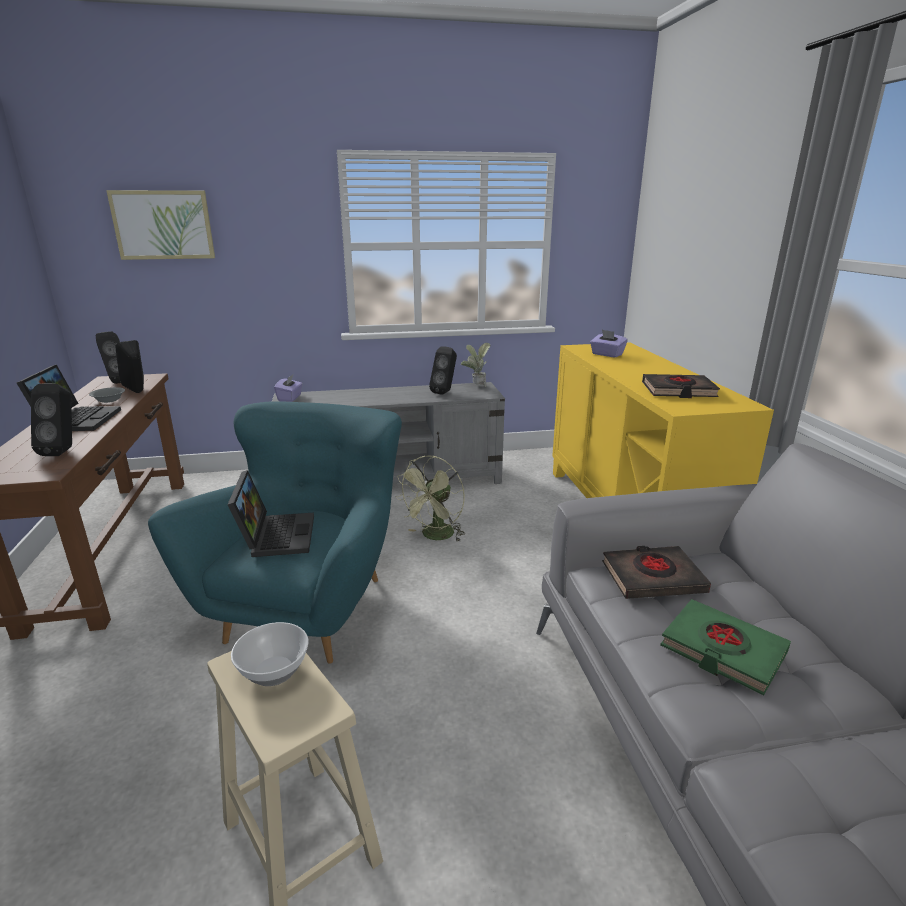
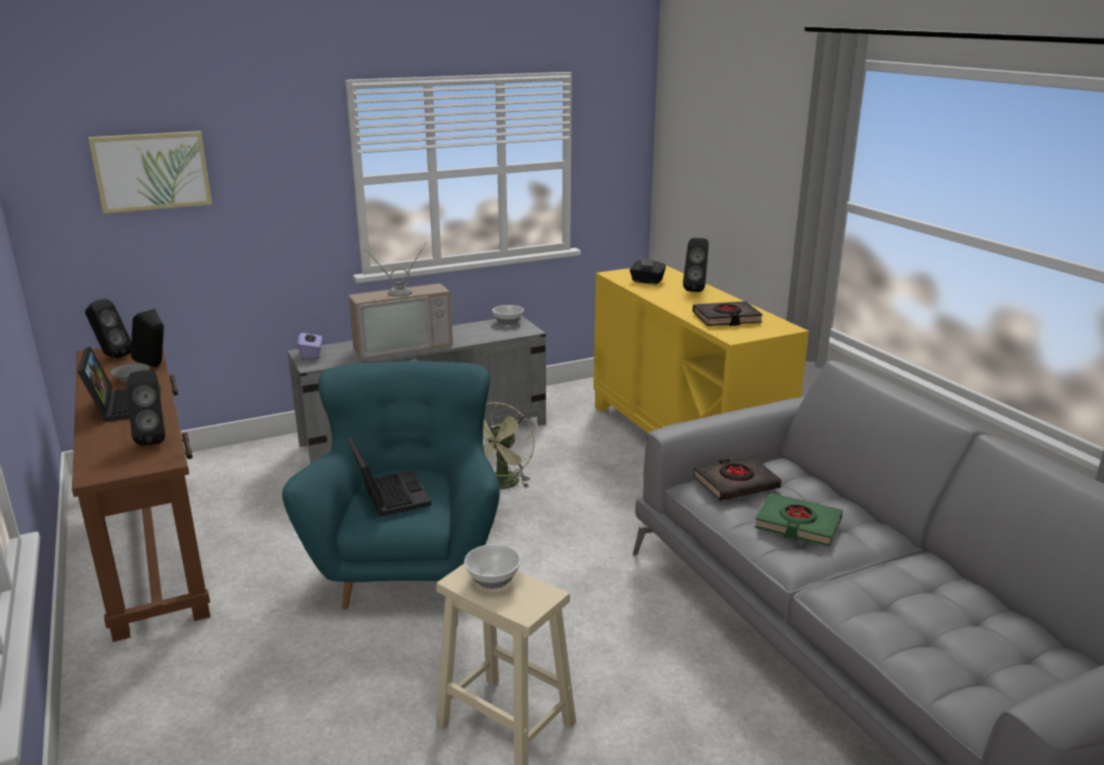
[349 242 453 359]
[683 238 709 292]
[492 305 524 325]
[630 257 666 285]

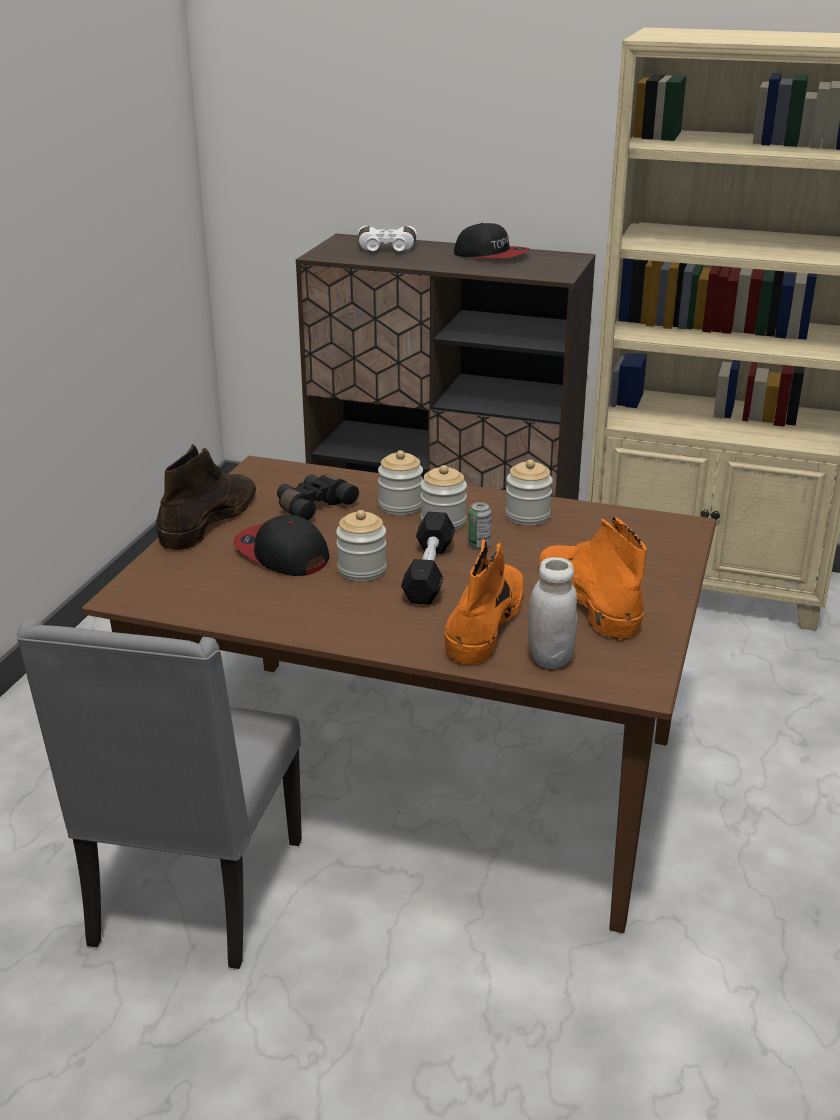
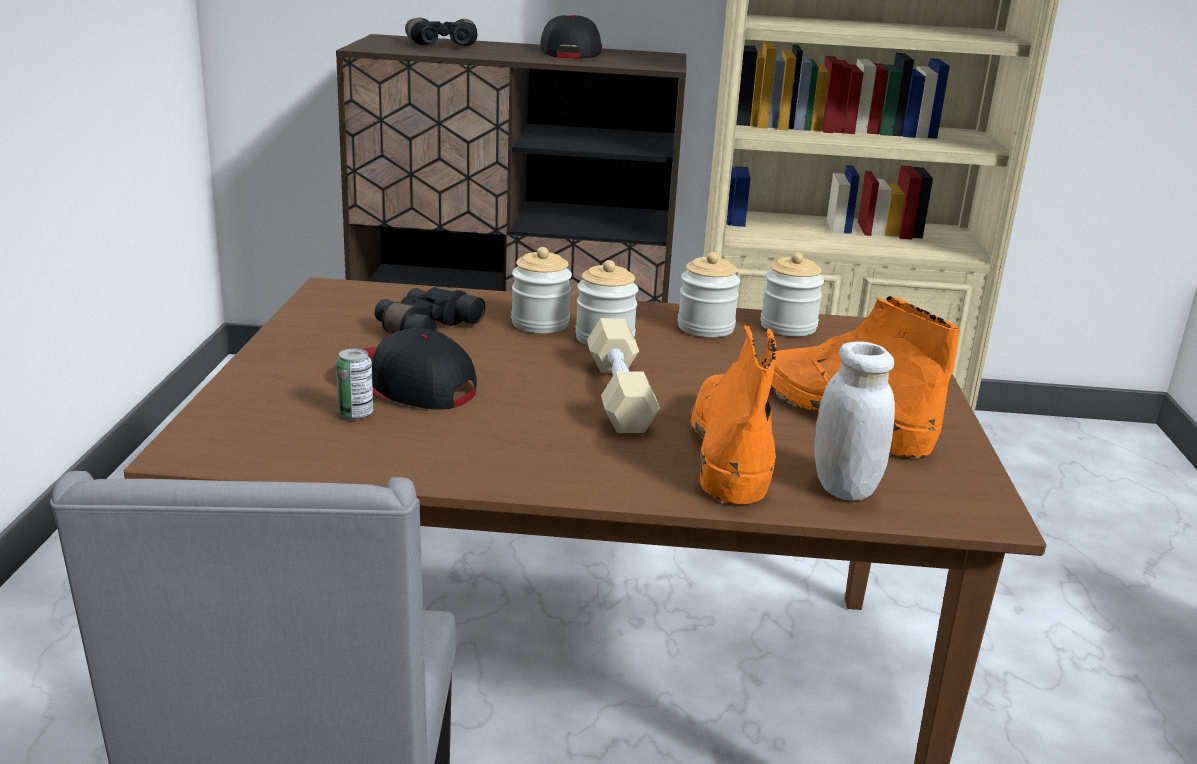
[156 444 256 550] (first image)
[761 252 824 336]
[336 349 373 420]
[405 18 478 46]
[587 318 660 433]
[540 15 602 58]

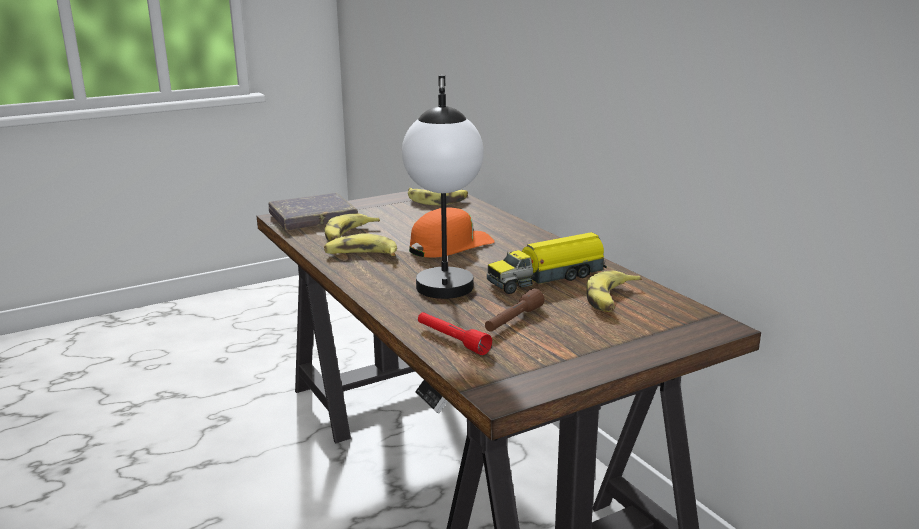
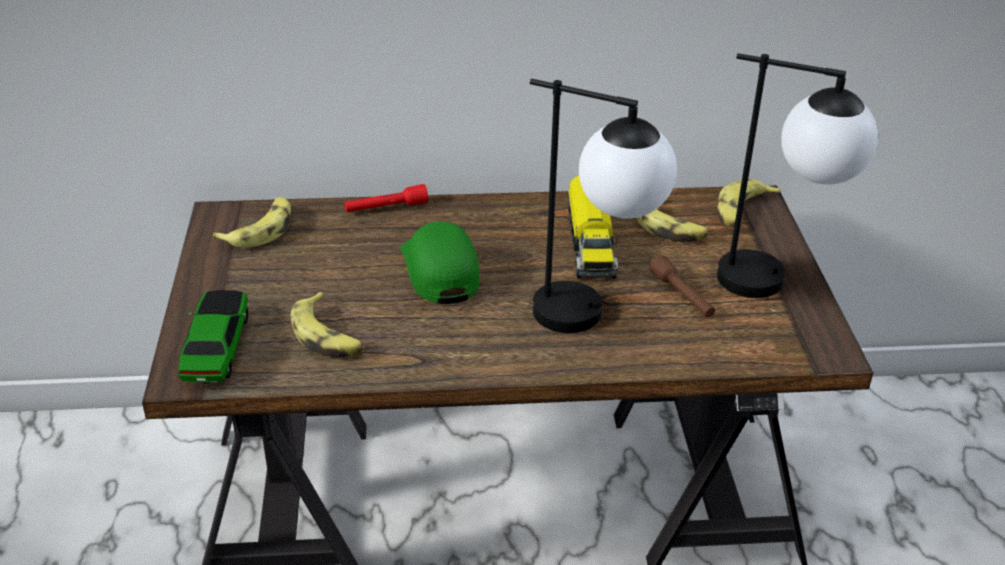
[717 53 878 298]
[717 179 781 229]
[345 184 428 212]
[178 290 248 383]
[400 222 480 304]

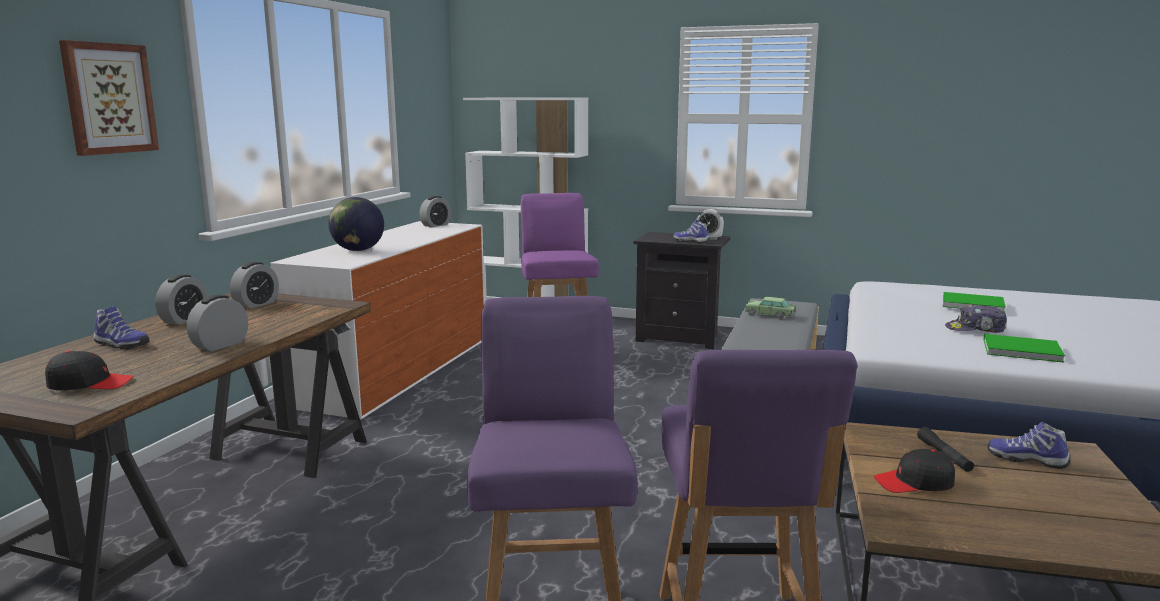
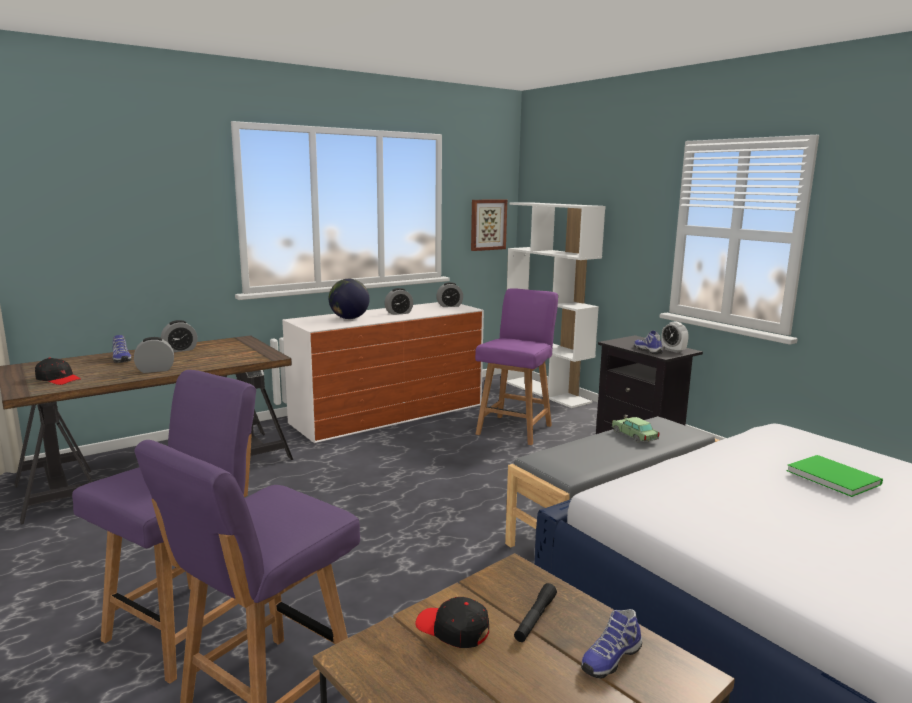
[945 304 1007 333] (first image)
[983 334 1065 363] (first image)
[471 200 507 251]
[385 288 413 315]
[581 609 642 679]

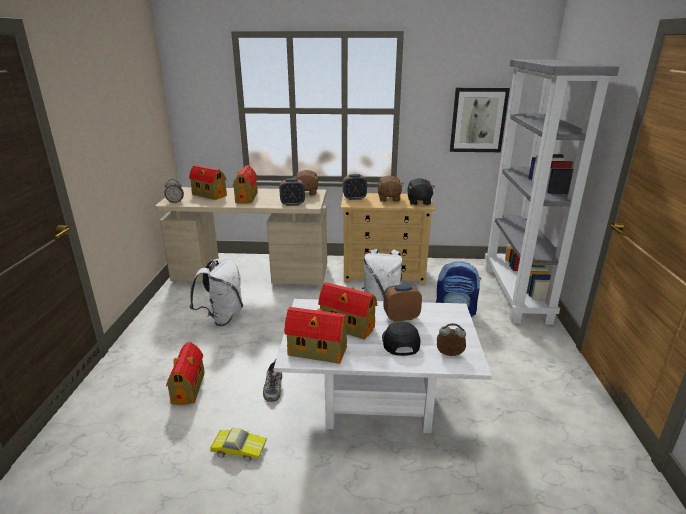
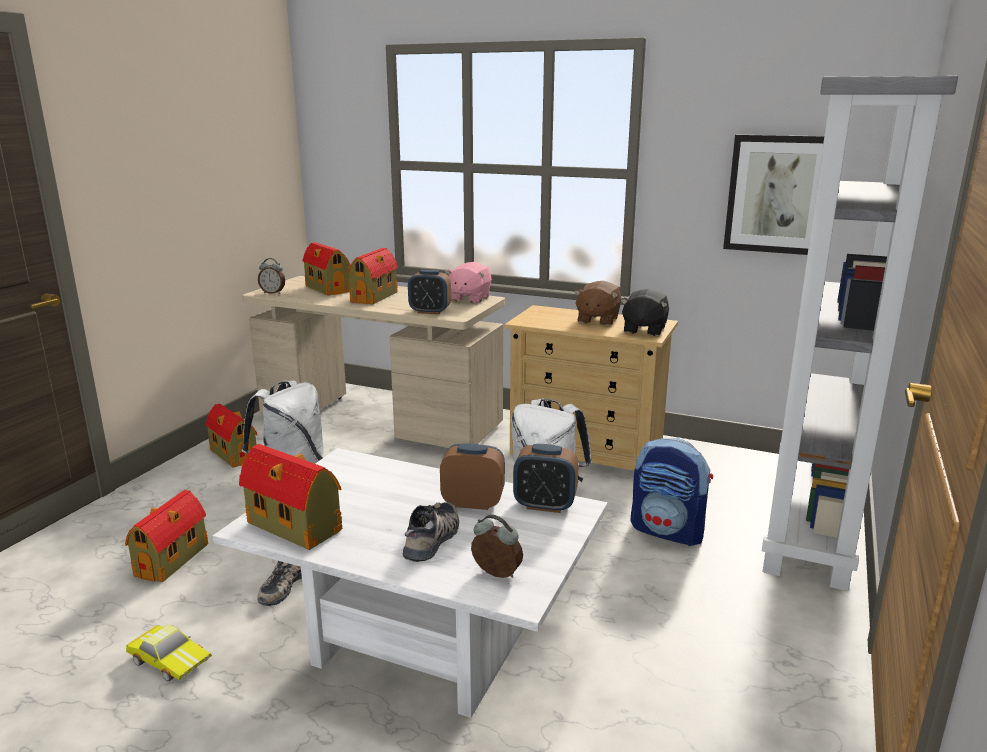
[206 403 257 468]
[513 444 579 513]
[403 502 459 562]
[445 262 492 304]

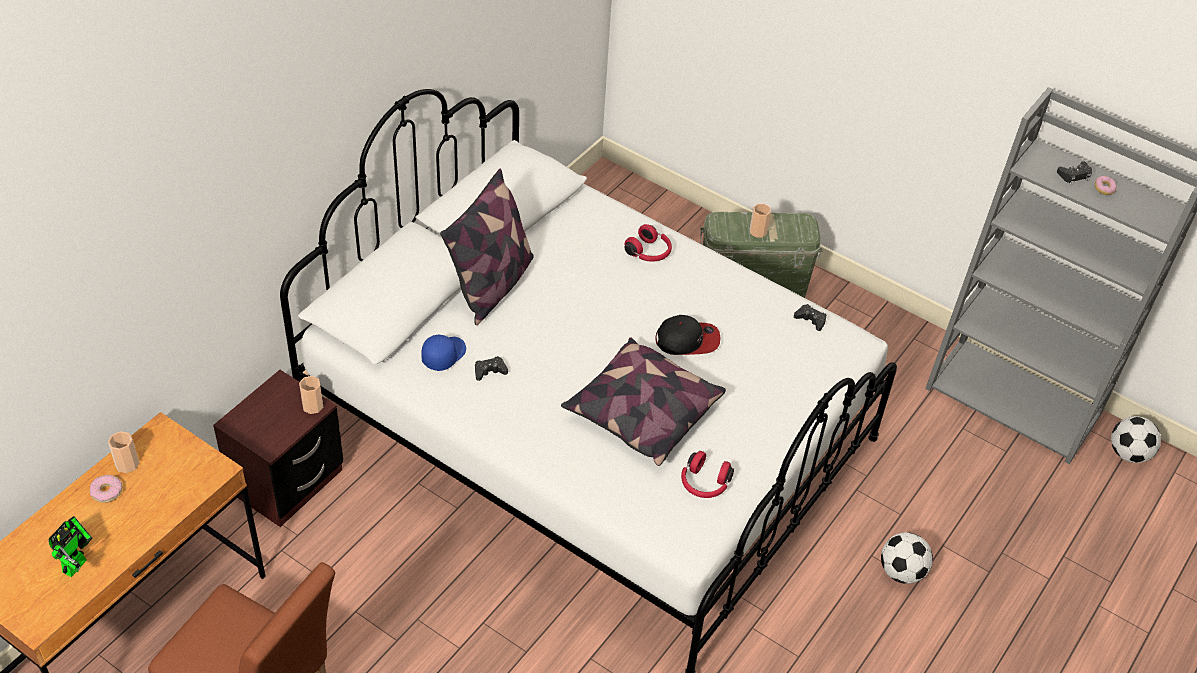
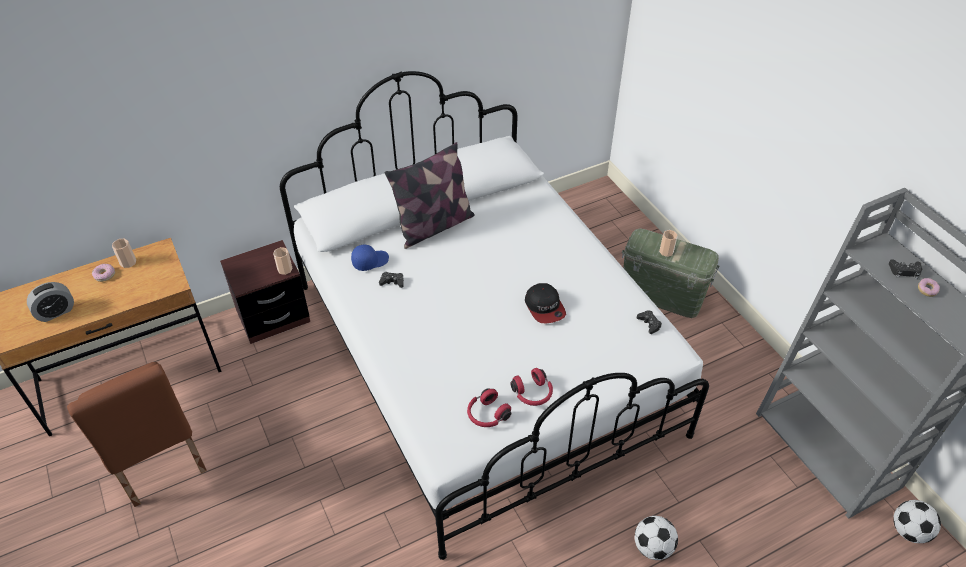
[561 337 726 466] (first image)
[510 368 553 406]
[27 282 74 322]
[525 283 566 323]

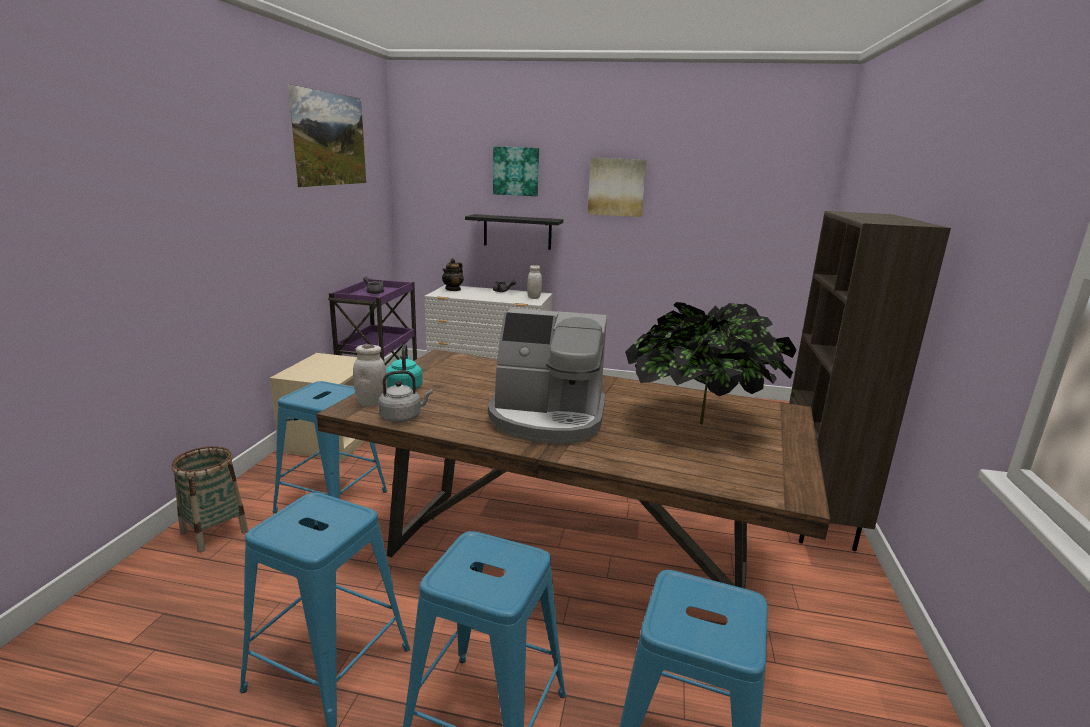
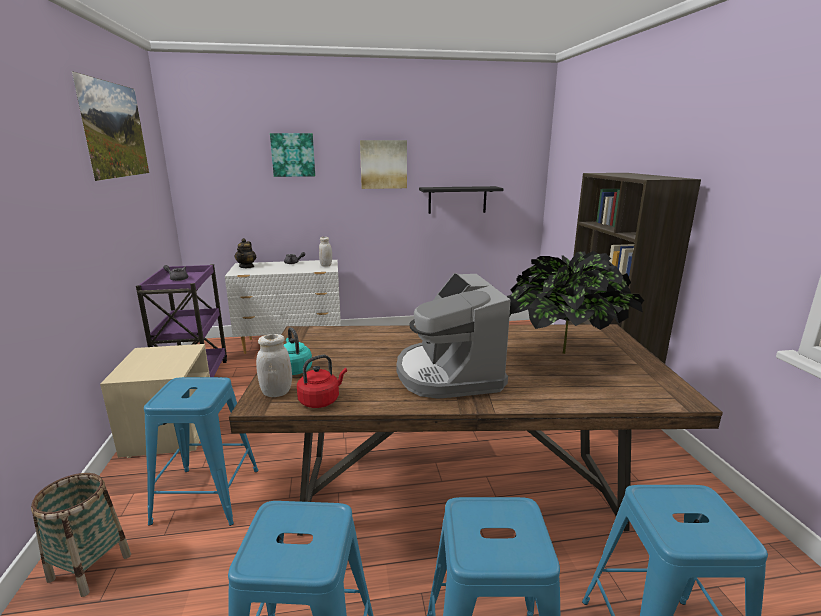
[419 186 503 214]
[297 355 347 408]
[396 273 510 399]

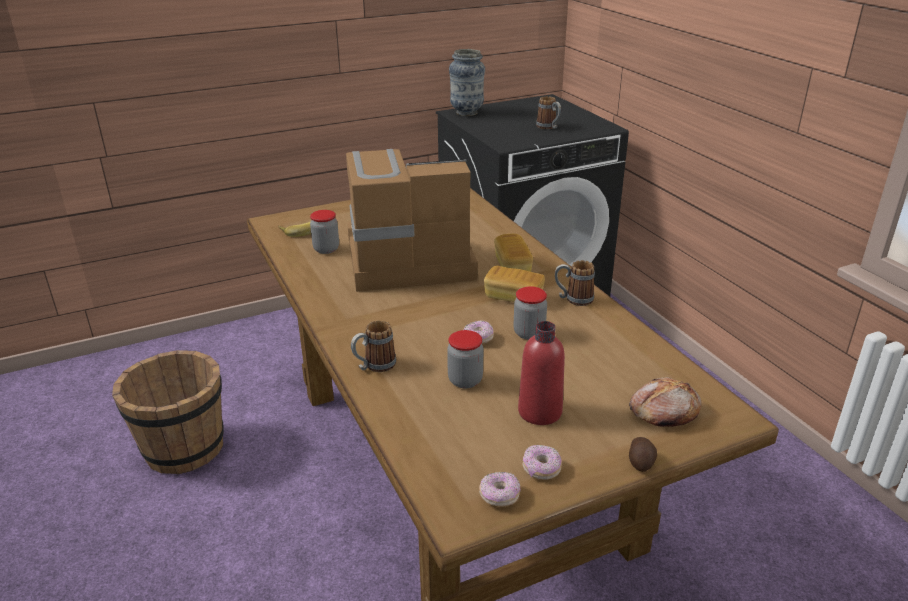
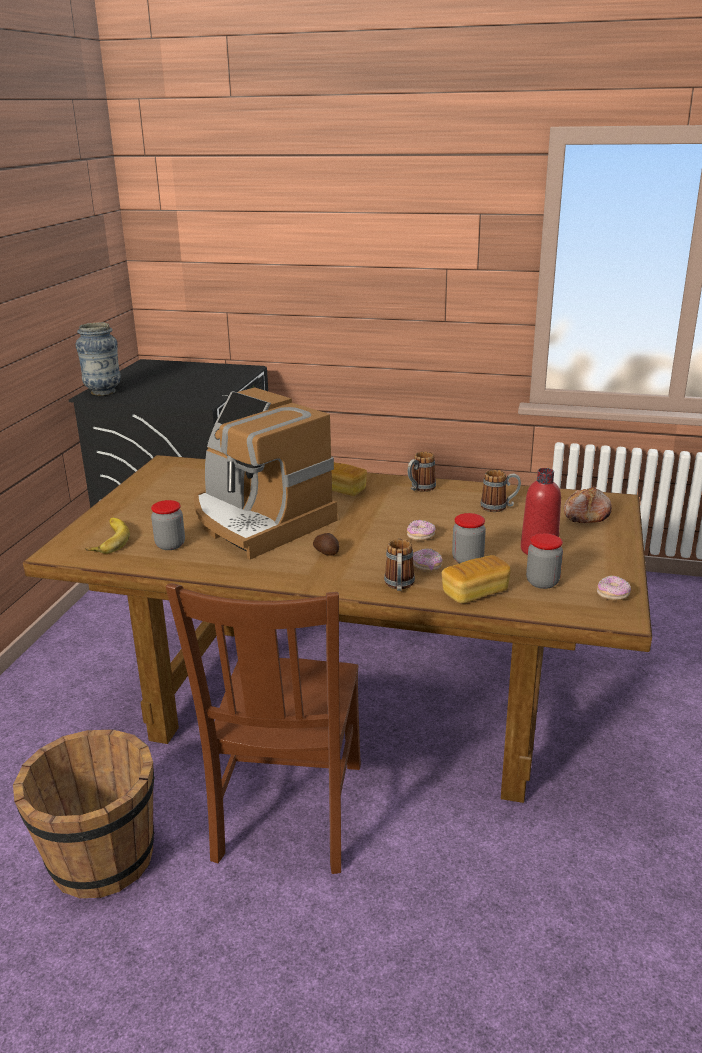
[166 583 361 874]
[442 555 511 603]
[526 533 563 589]
[413 548 443 572]
[480 470 521 512]
[313 533 339 556]
[194 388 338 559]

